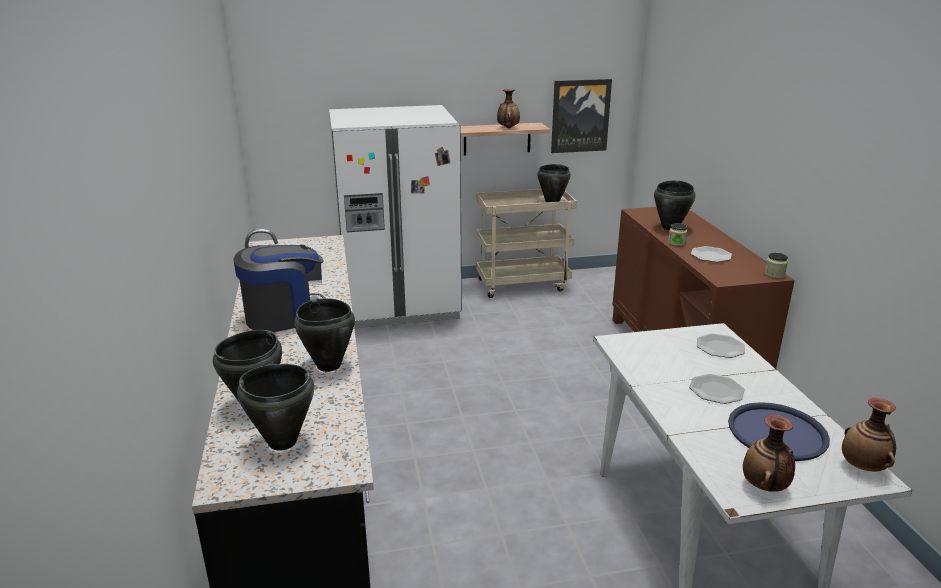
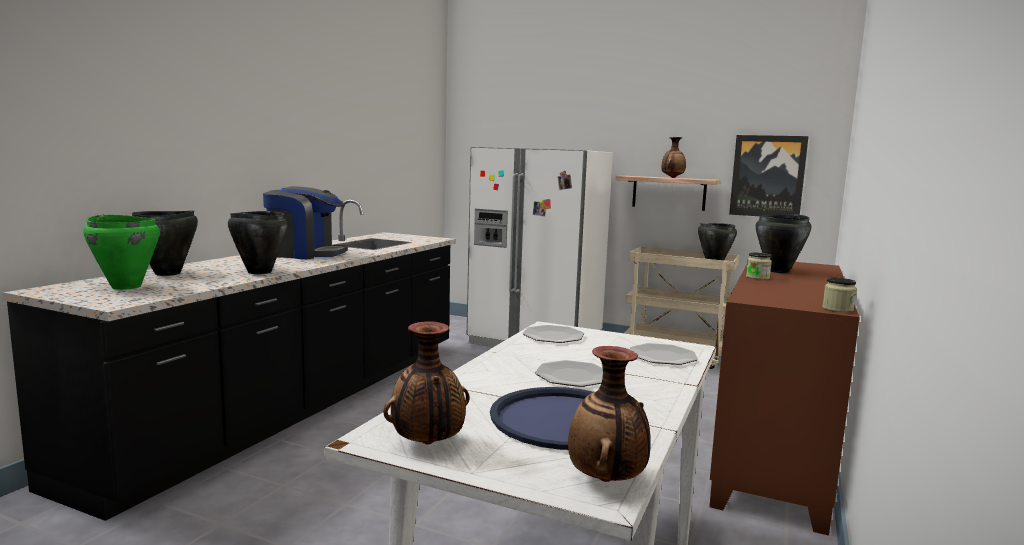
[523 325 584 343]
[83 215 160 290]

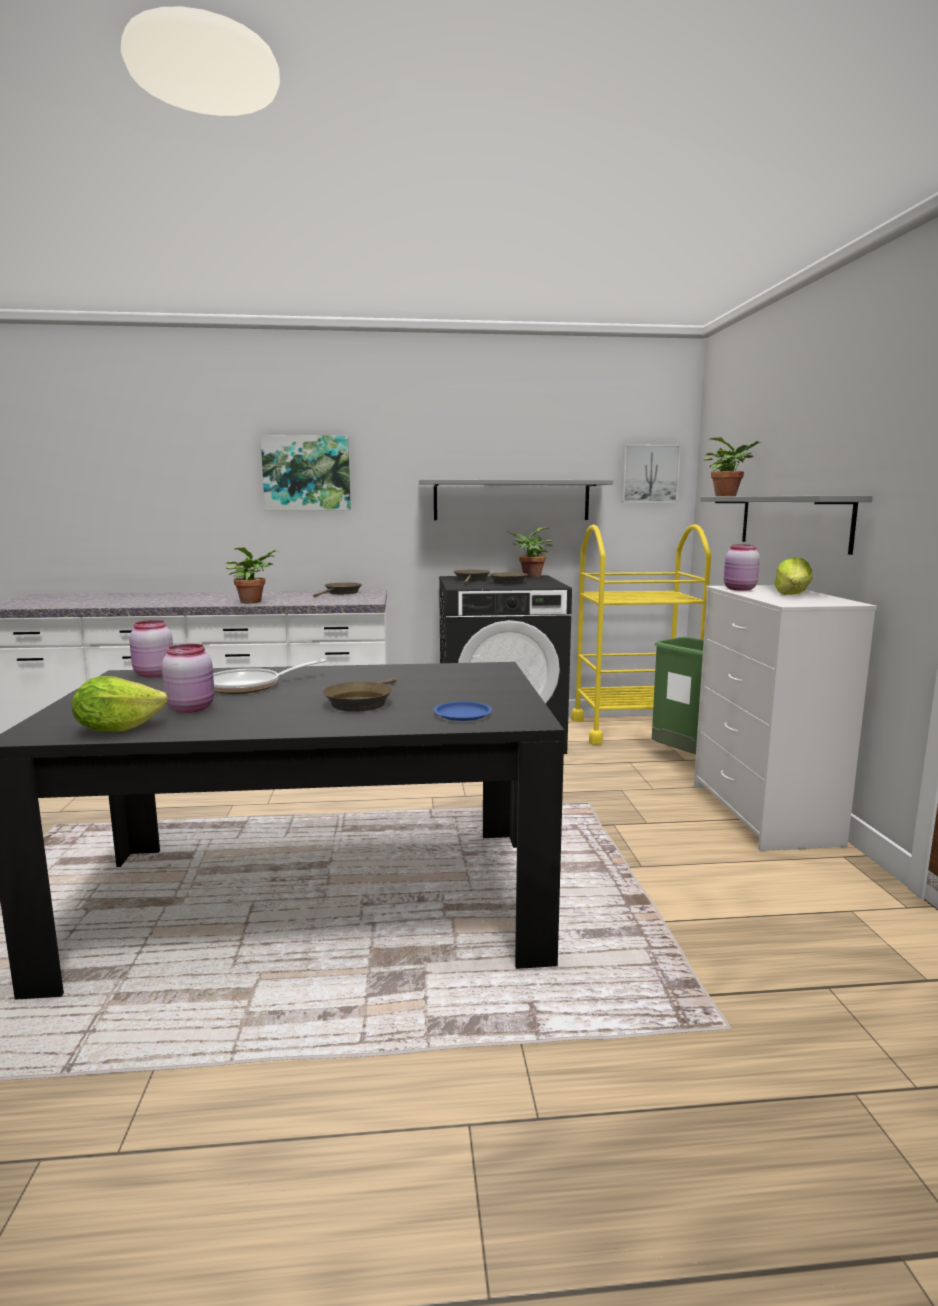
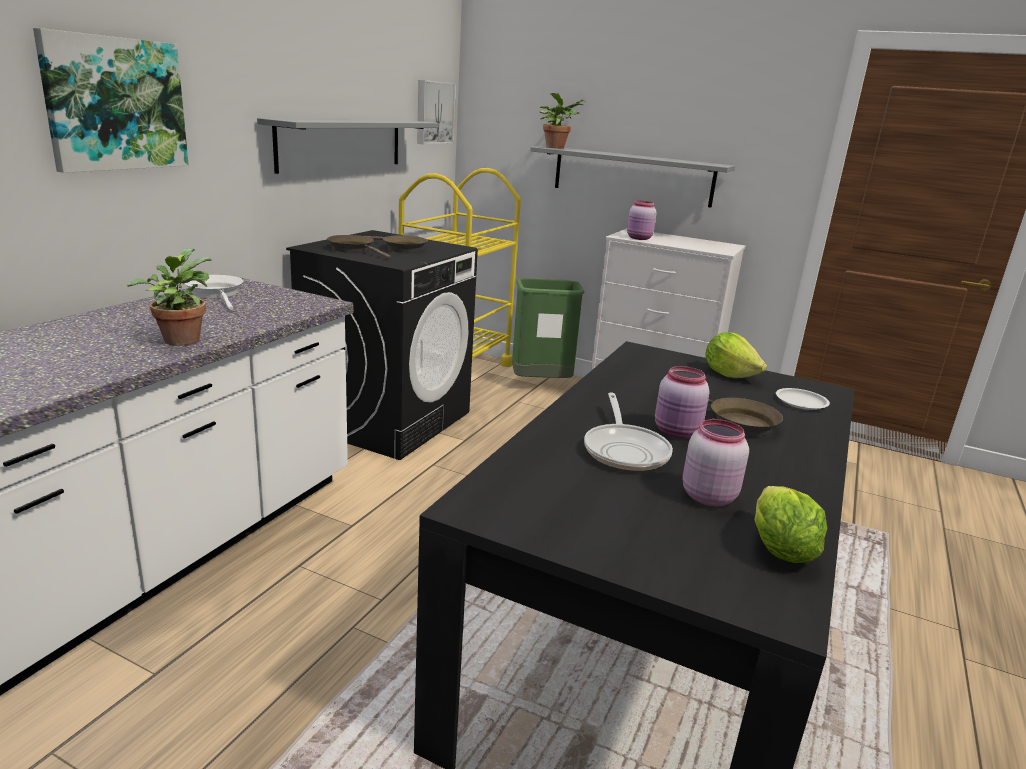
[507 527 554 578] (first image)
[655 366 709 438]
[705 332 767 378]
[184 275 243 310]
[776 388 830 410]

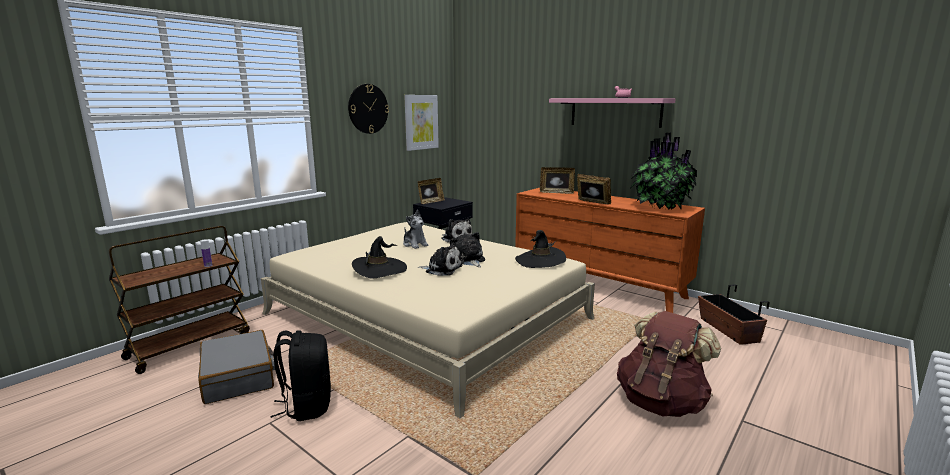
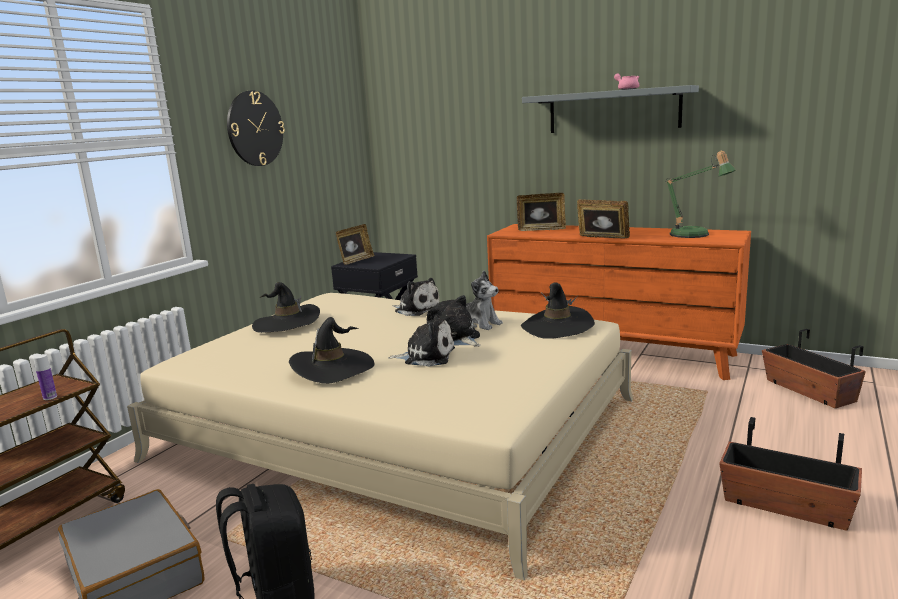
[404 95 439 151] (first image)
[252 282 320 333]
[466 271 503 330]
[720 417 862 530]
[665 151 736 238]
[522 85 699 133]

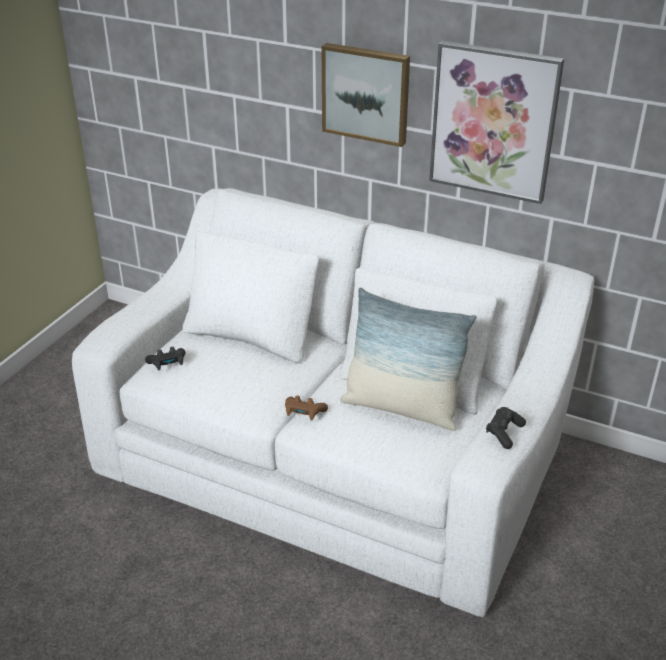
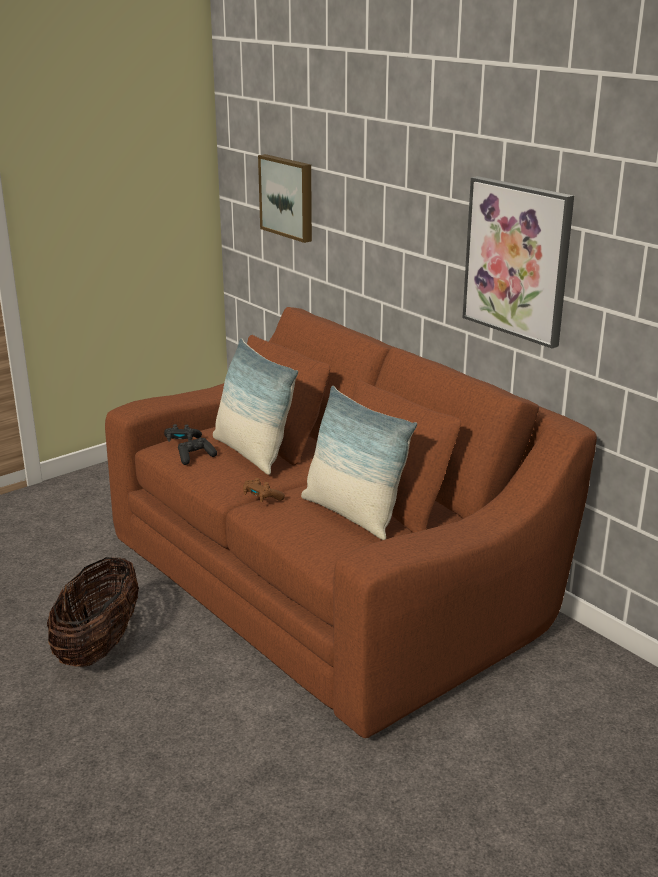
[47 556 139 667]
[213 338 298 475]
[258 154 312 243]
[178 438 217 465]
[105 307 597 738]

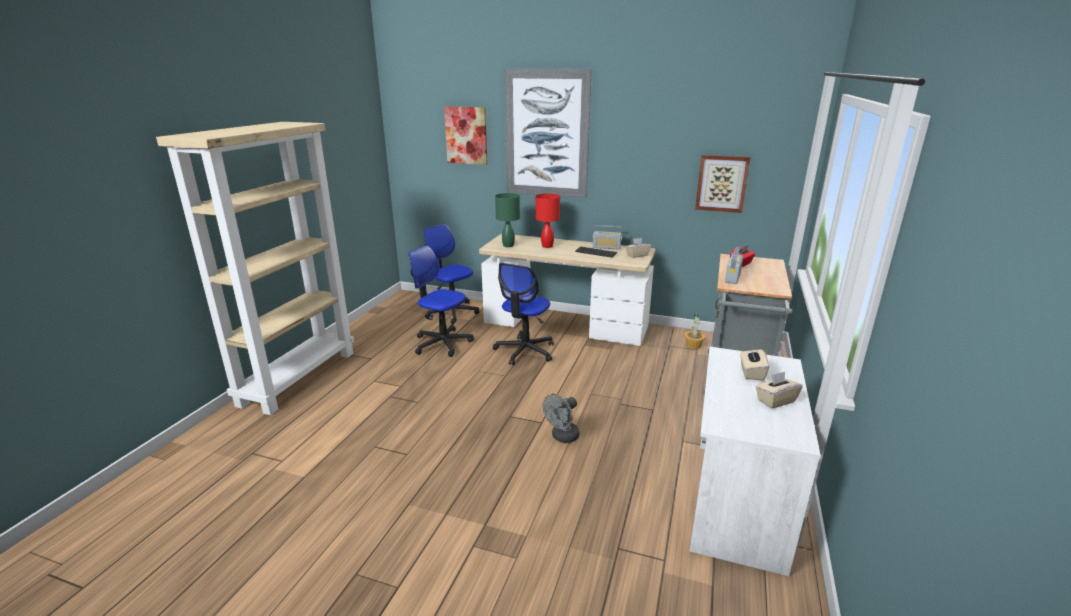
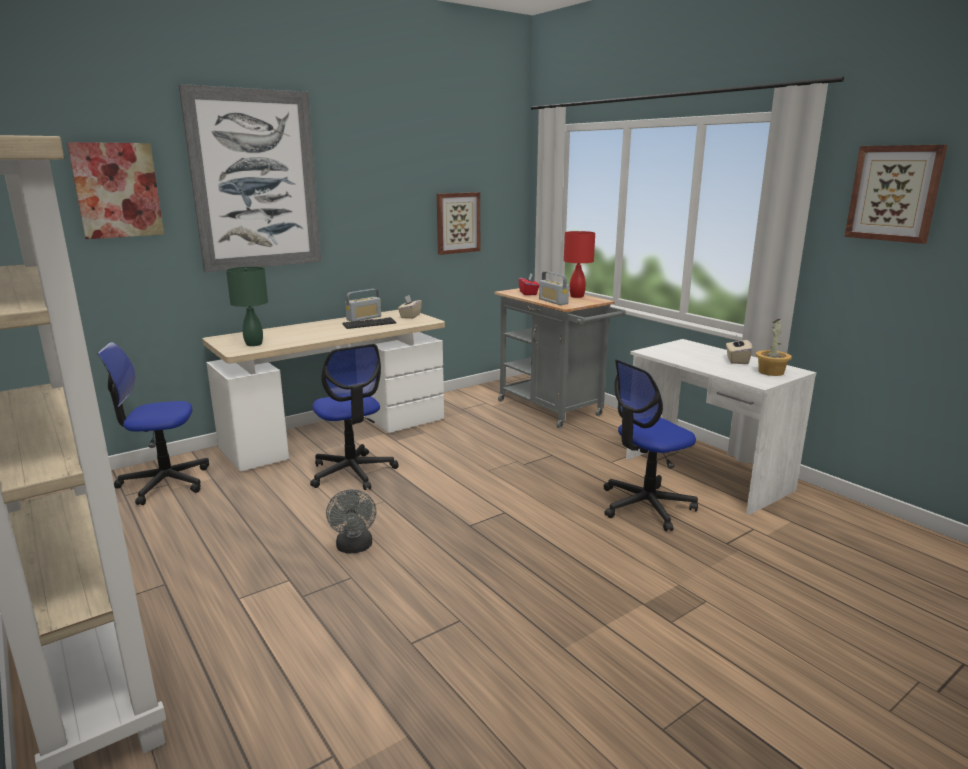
[740 349 769 381] (first image)
[845 145 947 244]
[603 359 698 531]
[564 231 595 298]
[326 489 376 554]
[756 319 792 376]

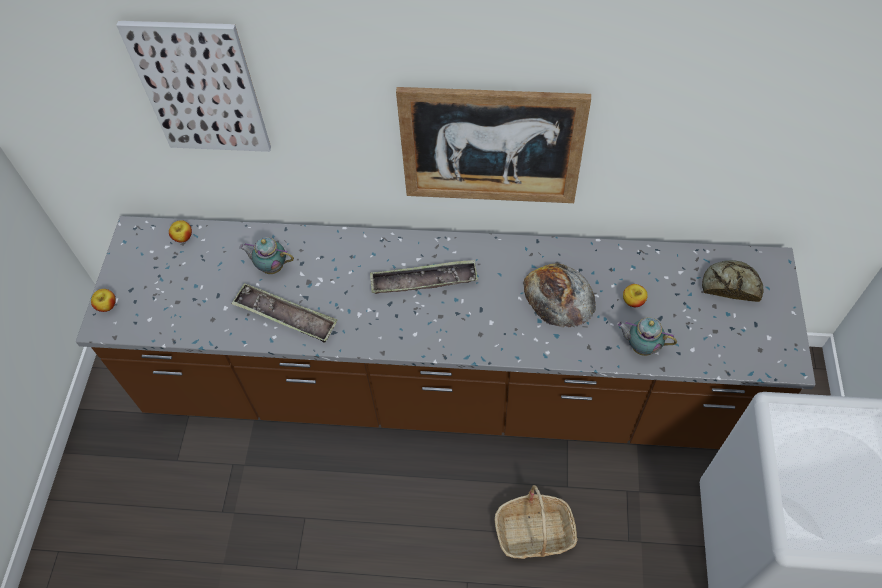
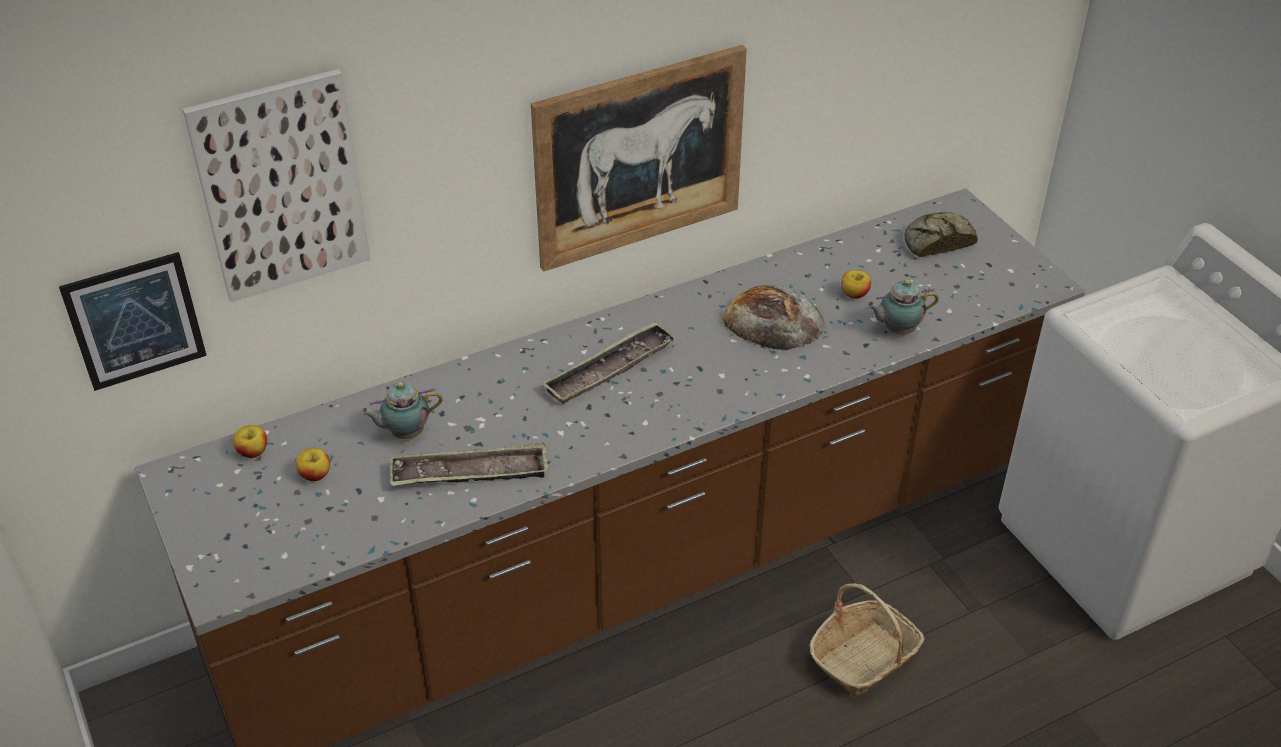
[59 252 207 391]
[296 448 330 481]

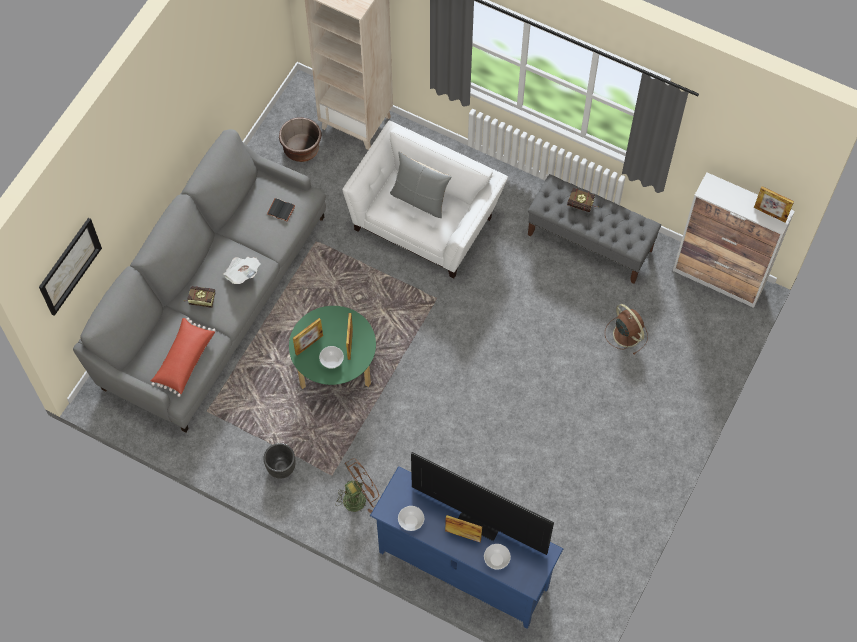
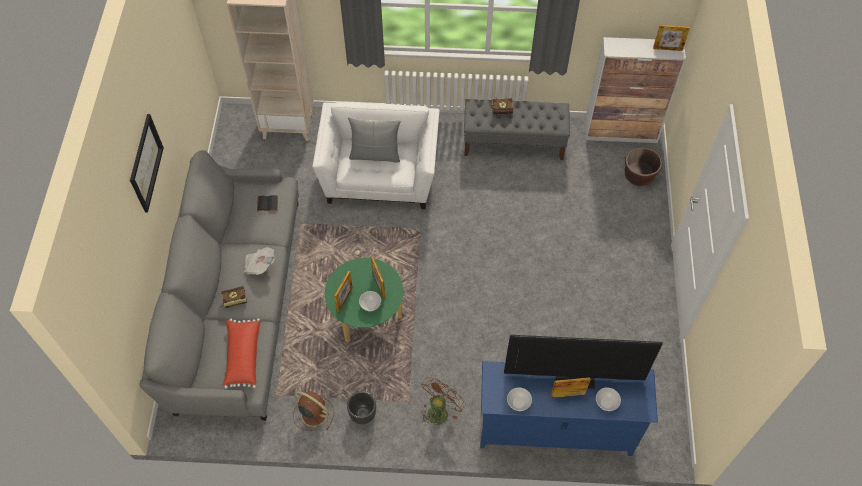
[130 114 164 212]
[625 147 662 186]
[293 391 334 431]

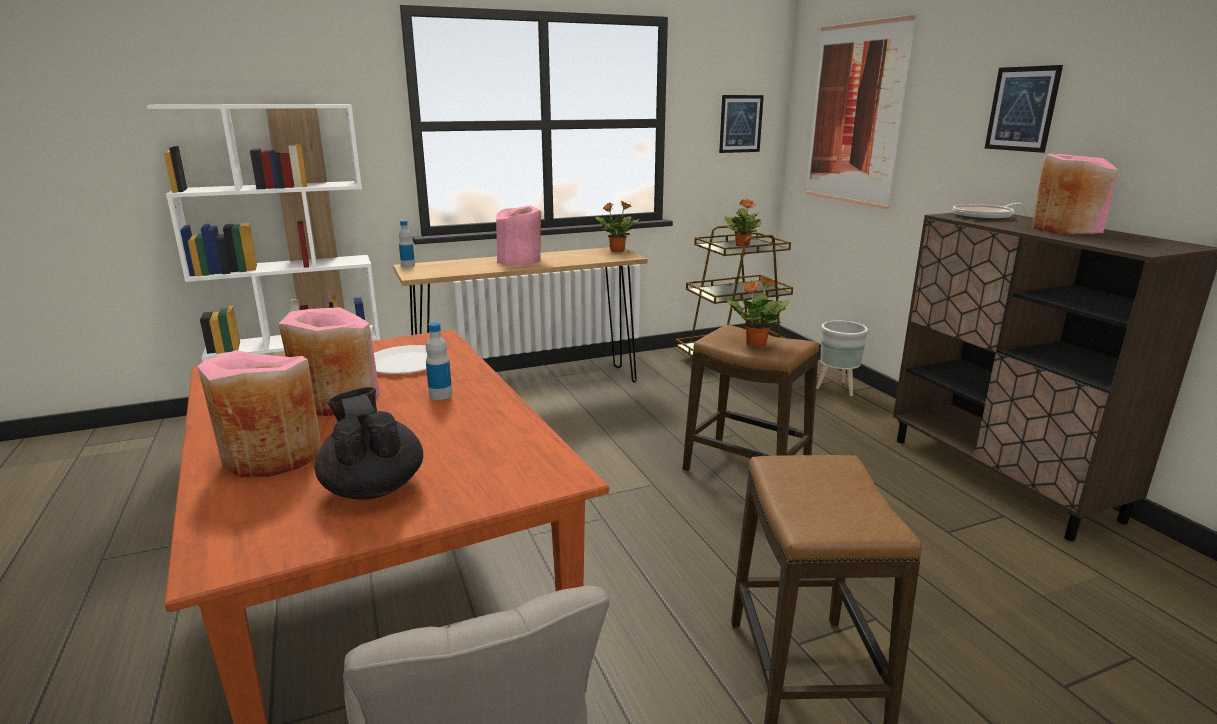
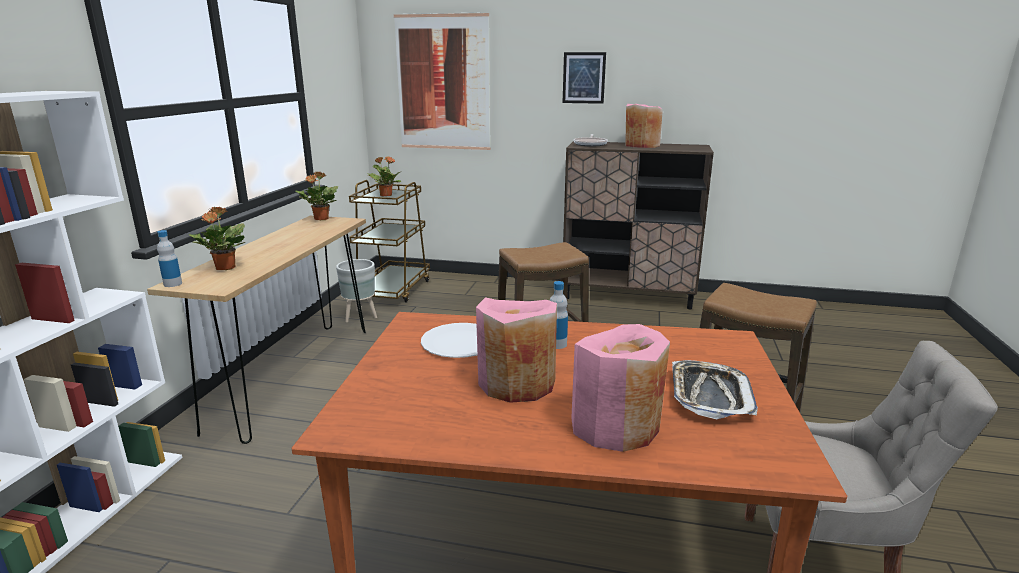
[496 206 541 266] (first image)
[719 95 764 153] (first image)
[189 207 245 270]
[336 259 377 322]
[672 360 758 419]

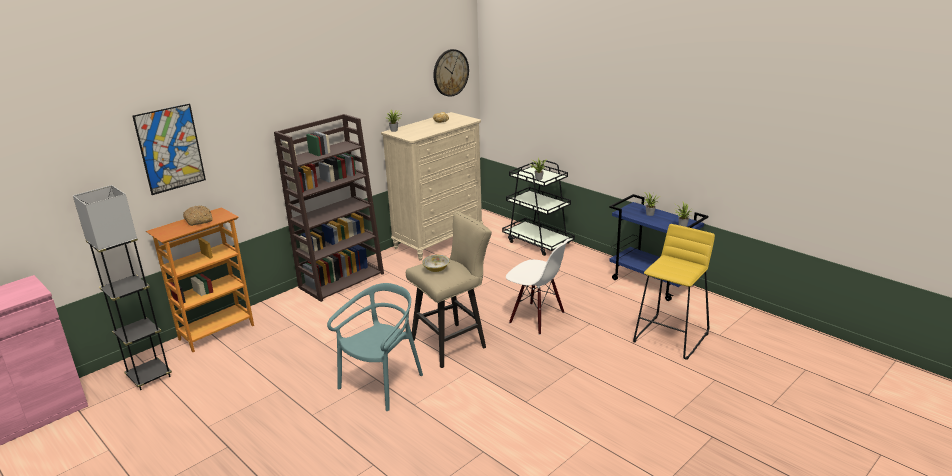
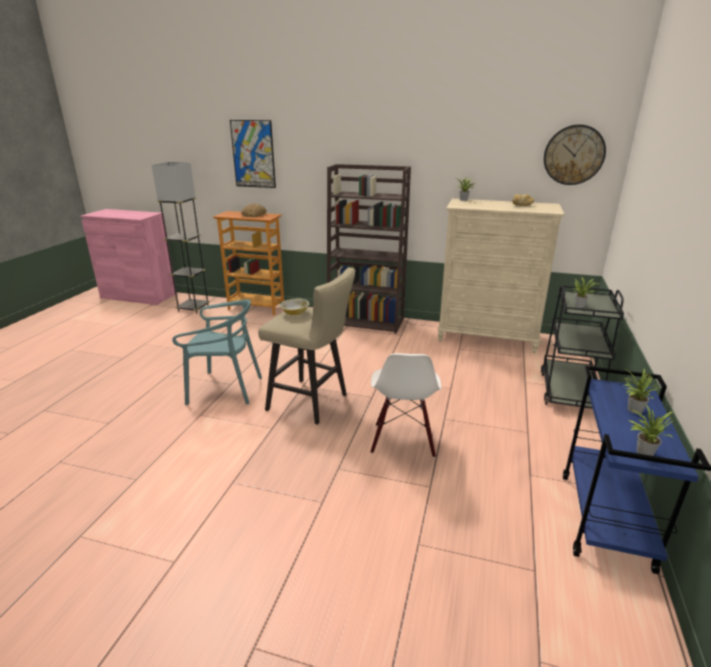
[633 224 715 360] (first image)

